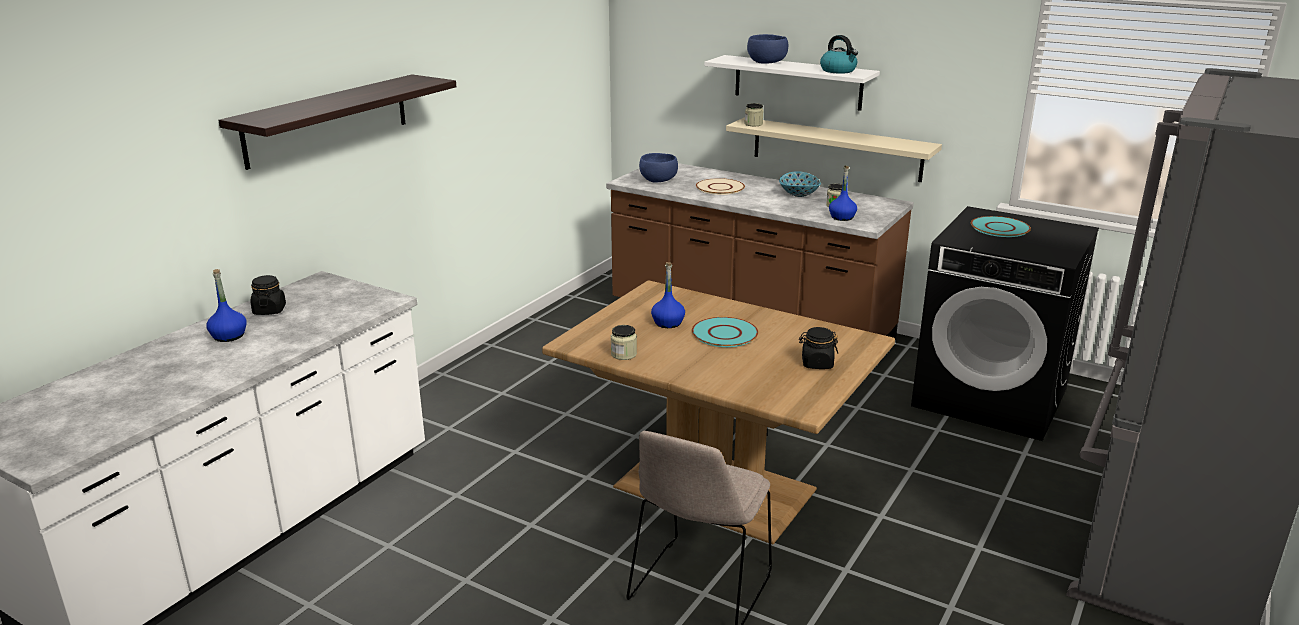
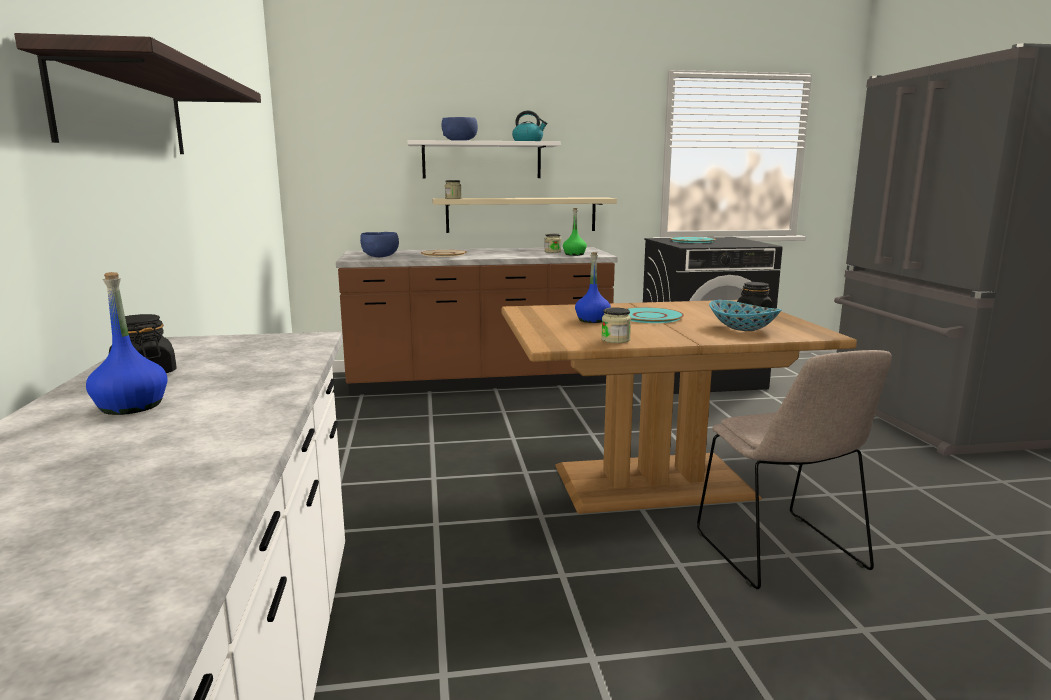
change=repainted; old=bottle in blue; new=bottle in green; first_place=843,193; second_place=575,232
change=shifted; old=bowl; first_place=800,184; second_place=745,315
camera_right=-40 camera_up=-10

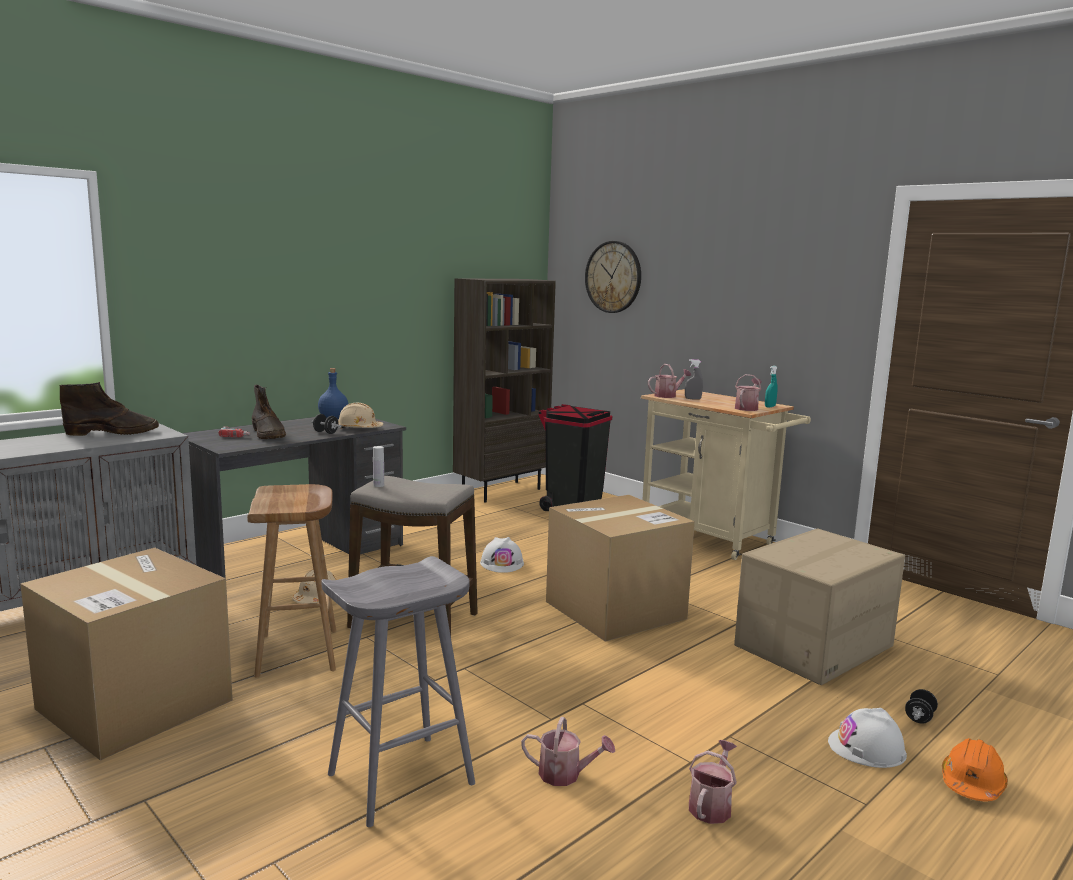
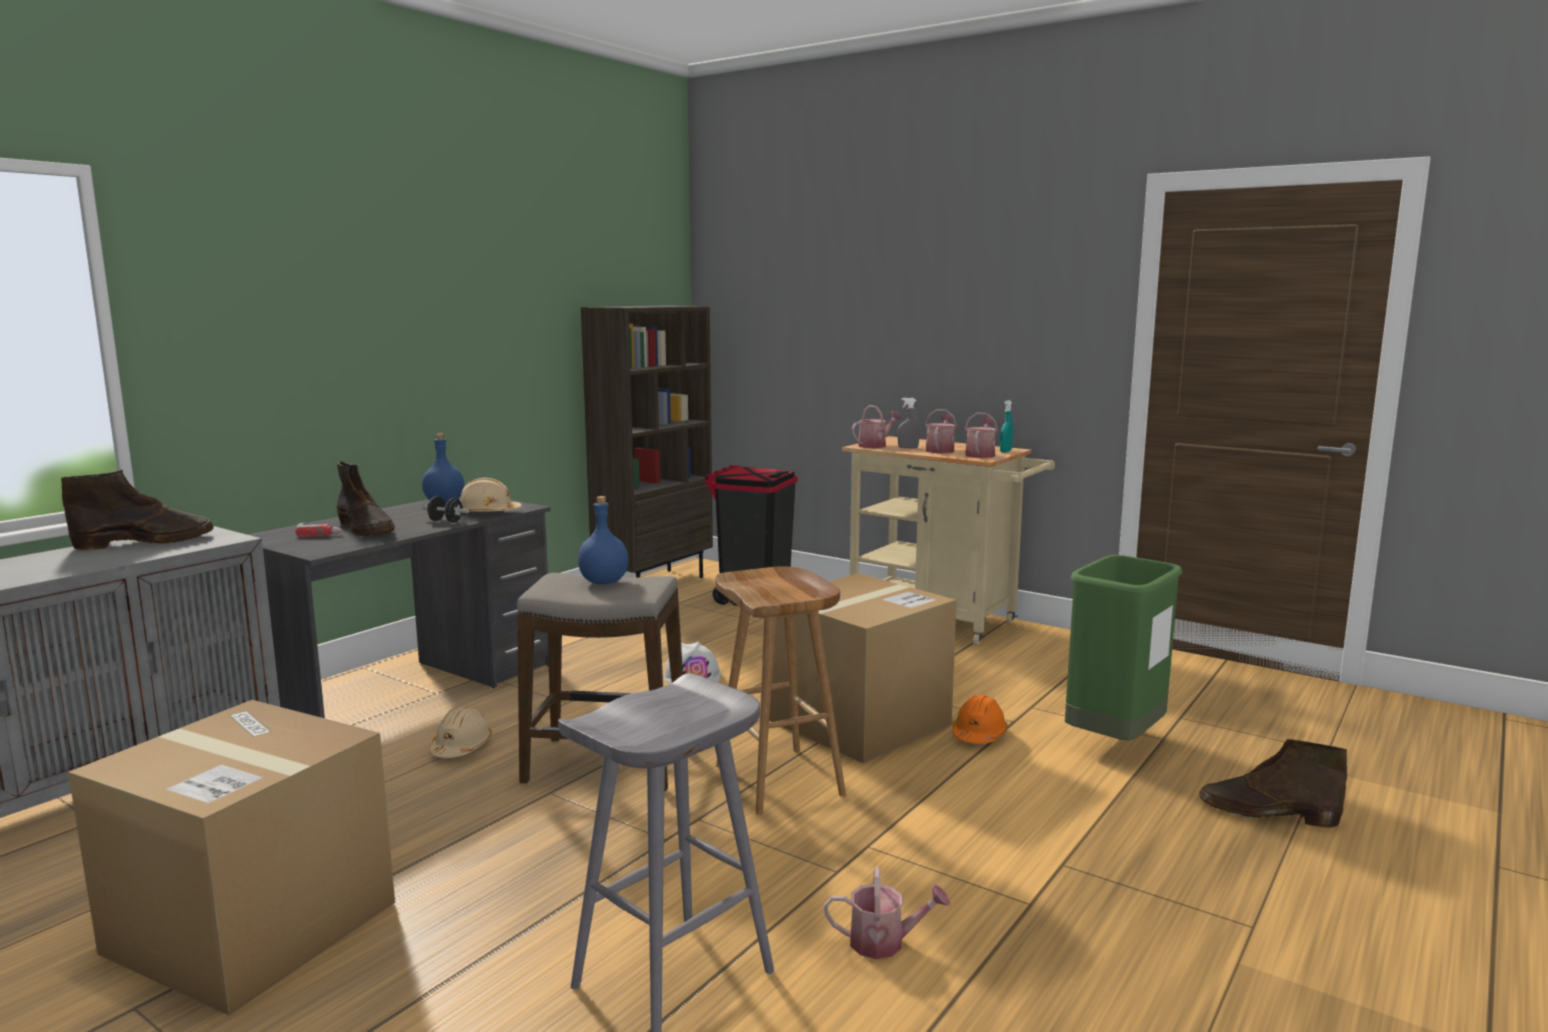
change=gone; old=wall clock; first_place=613,277
change=gone; old=bottle in white; first_place=378,466
change=shifted; old=stool in brown; first_place=291,580; second_place=780,690
change=swapped; old=cardboard box; new=trash can in green; first_place=819,606; second_place=1123,648
change=swapped; old=dumbbell in black; new=boot in brown; first_place=921,706; second_place=1273,783
change=gone; old=hard hat in white; first_place=867,738
change=shifted; old=hard hat in orange; first_place=975,769; second_place=980,719
change=shifted; old=watering can; first_place=713,782; second_place=941,431
change=new; new=bottle in blue; second_place=603,540
camera_right=-10 camera_up=0

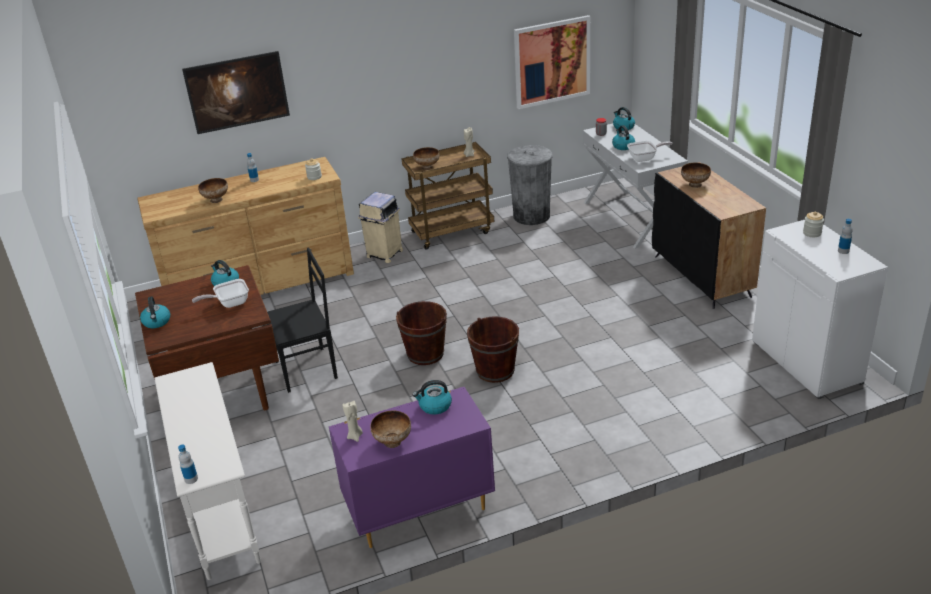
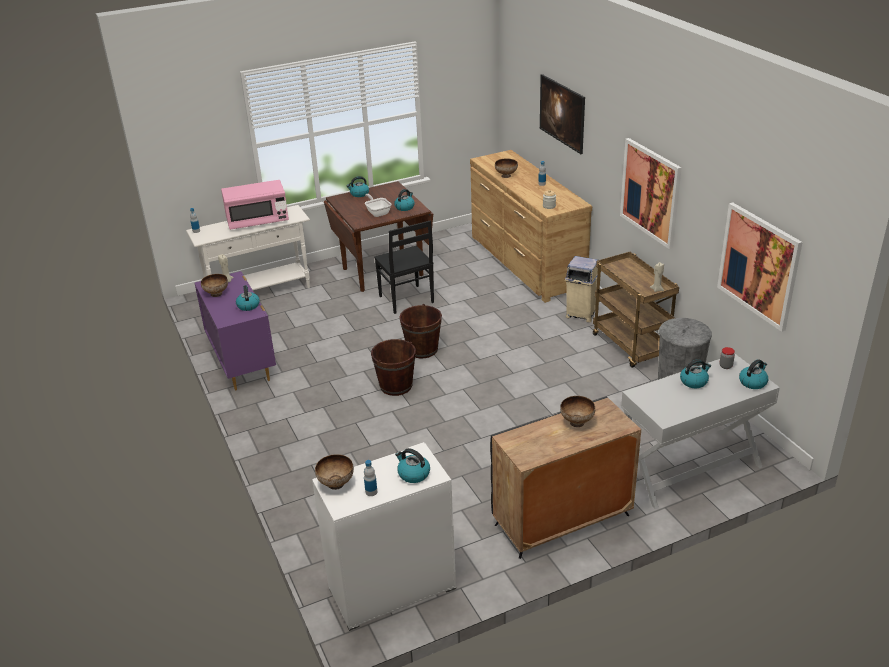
change=gone; old=frying pan; first_place=650,151
change=shifted; old=bowl; first_place=426,158; second_place=334,472
change=swapped; old=jar; new=kettle; first_place=813,224; second_place=412,465
change=new; new=picture; second_place=651,193
change=new; new=microwave in pink; second_place=255,205
camera_right=85 camera_up=0

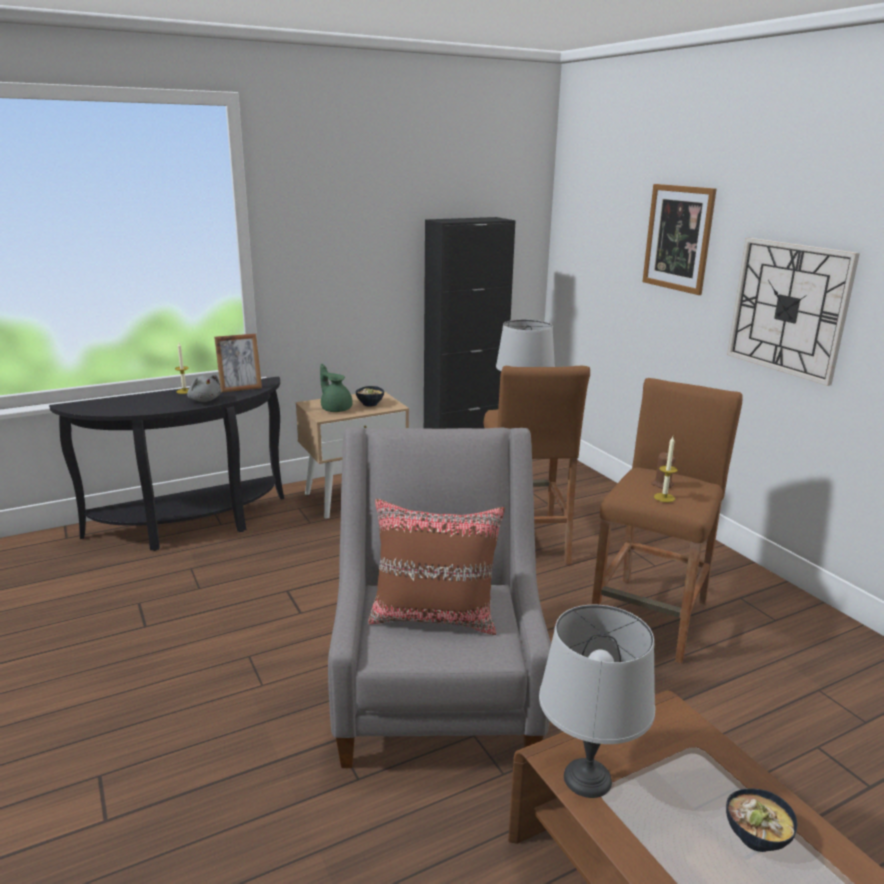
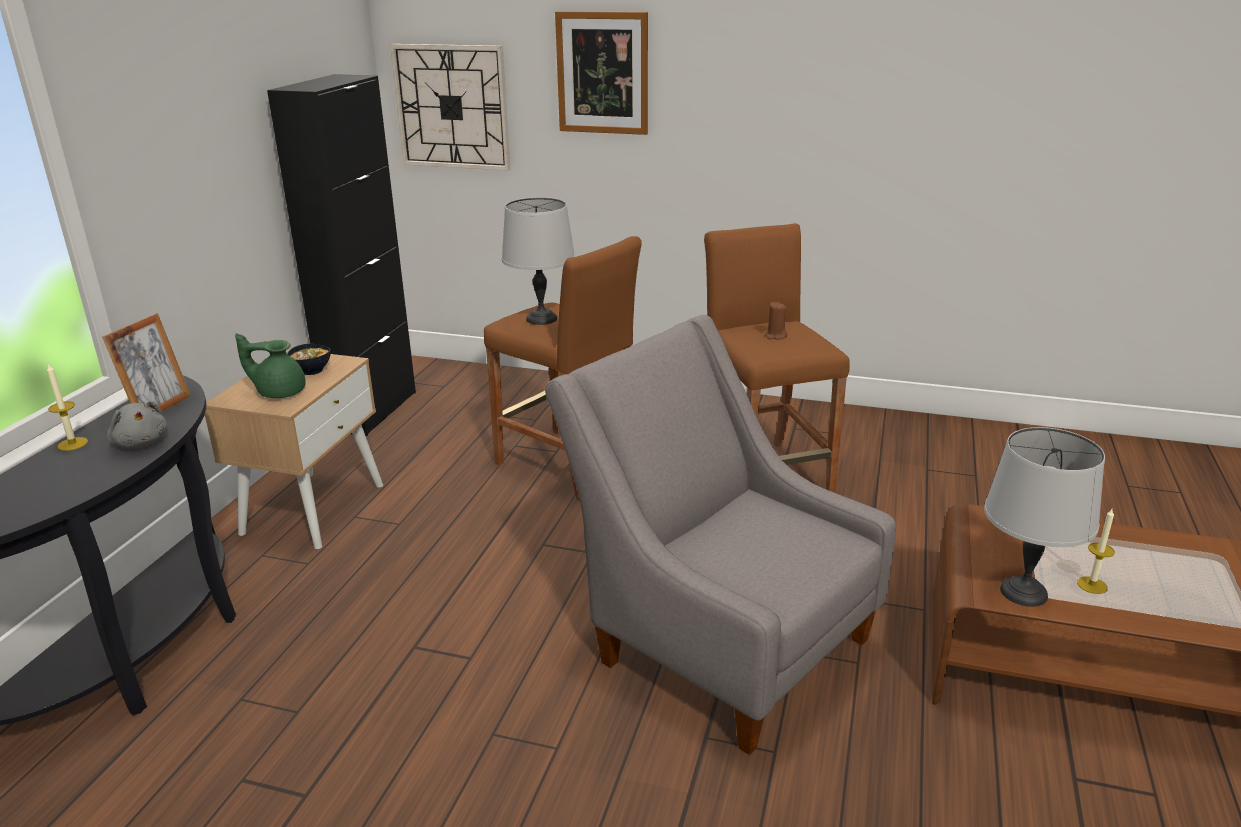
change=shifted; old=wall clock; first_place=793,312; second_place=450,107
change=rotated; old=plush toy in grey; first_place=204,388; second_place=137,424; degrees=45
change=shifted; old=candle; first_place=665,469; second_place=1096,551
change=gone; old=pillow in brown; first_place=436,567
change=gone; old=bowl; first_place=761,820
camera_right=-45 camera_up=5

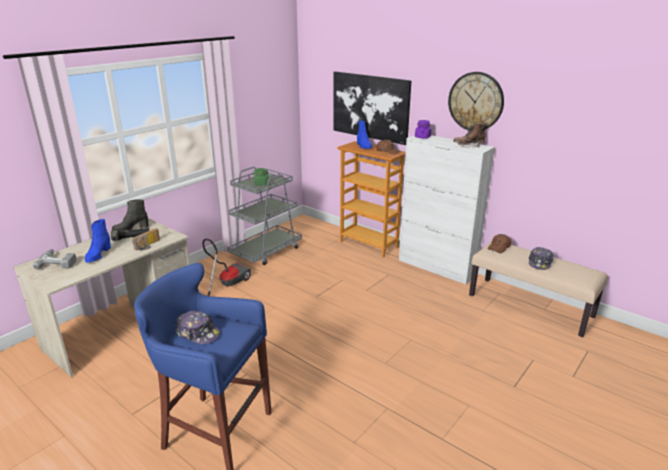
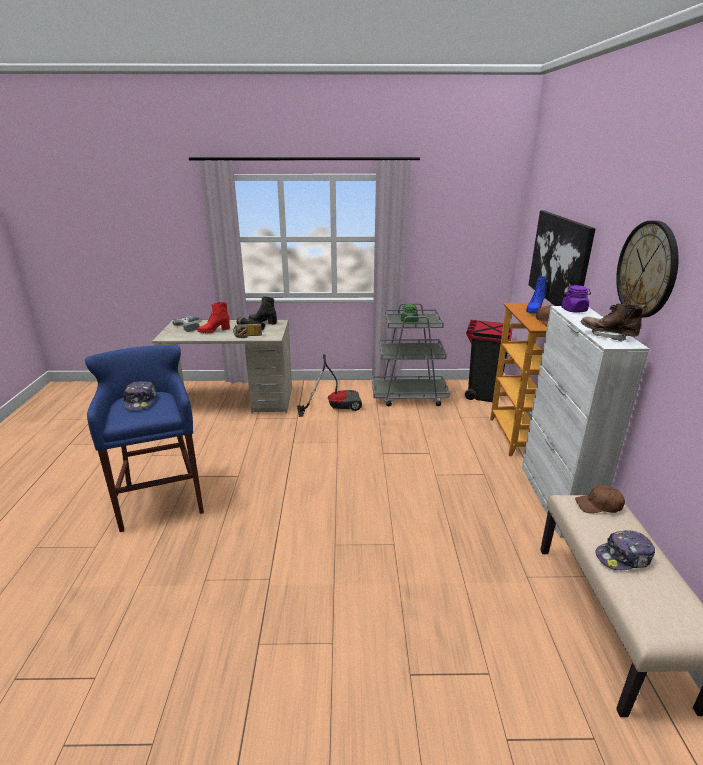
change=repainted; old=boot in blue; new=boot in red; first_place=98,240; second_place=214,317
change=new; new=trash can in black; second_place=488,361
camera_right=50 camera_up=0

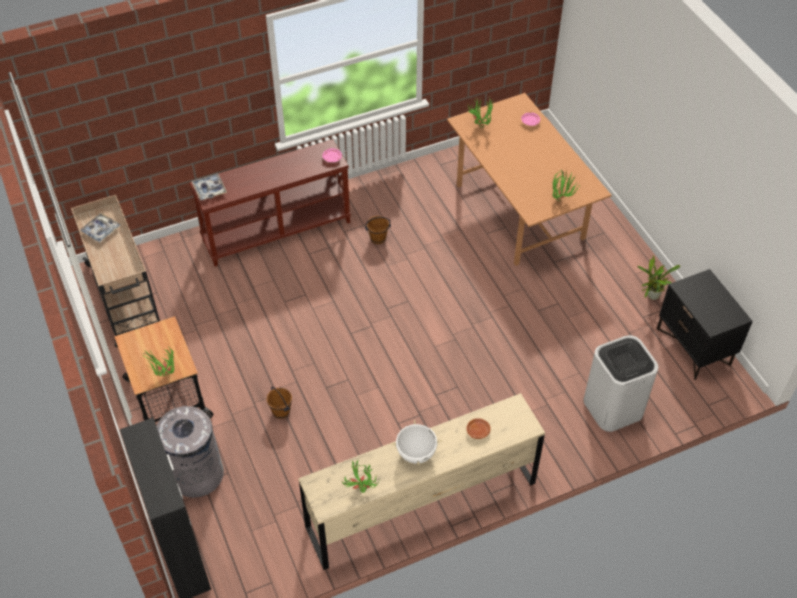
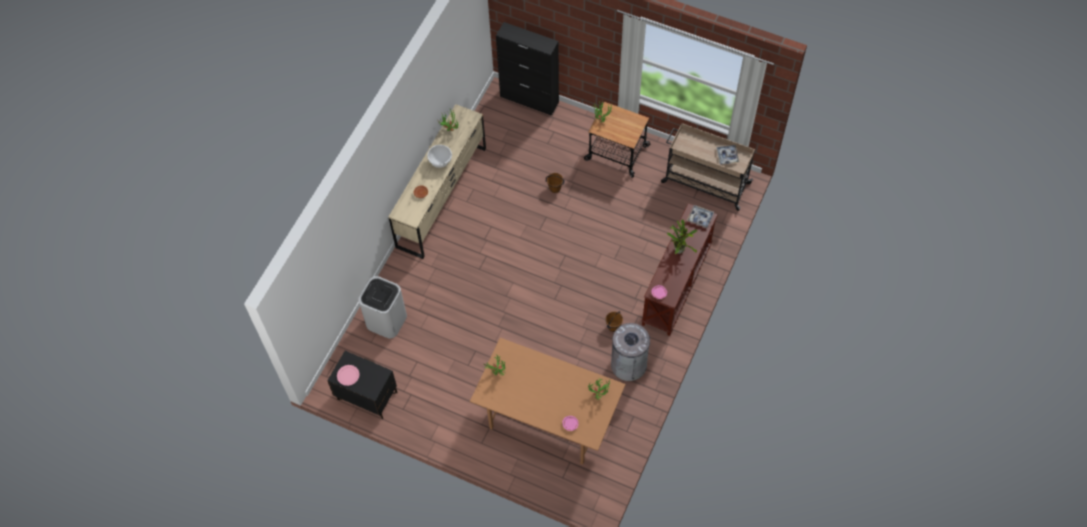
change=shifted; old=potted plant; first_place=658,278; second_place=682,236
change=shifted; old=trash can in grey; first_place=190,452; second_place=630,352
change=new; new=plate in pink; second_place=348,375
camera_right=140 camera_up=10

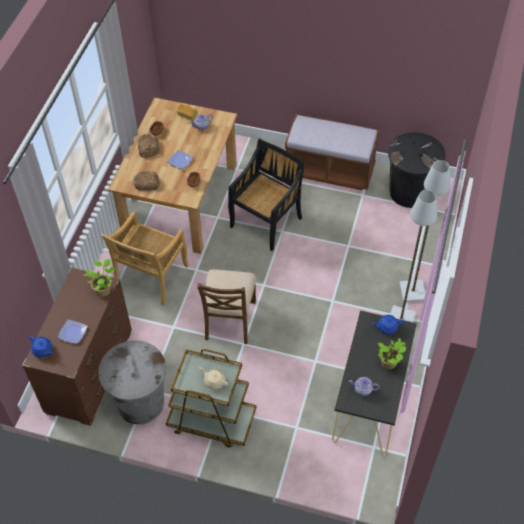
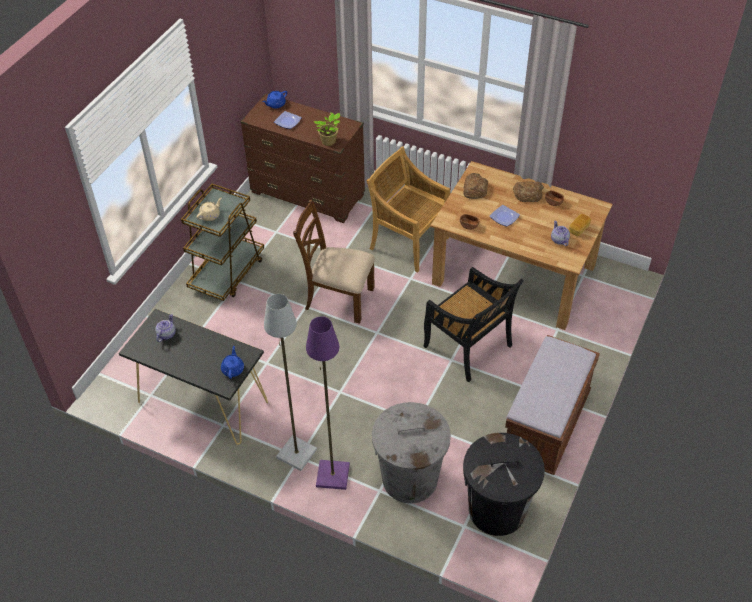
change=repainted; old=floor lamp in grey; new=floor lamp in purple; first_place=425,231; second_place=328,403
change=gone; old=potted plant; first_place=392,353
change=shifted; old=trash can in grey; first_place=132,382; second_place=411,452
camera_right=100 camera_up=-5

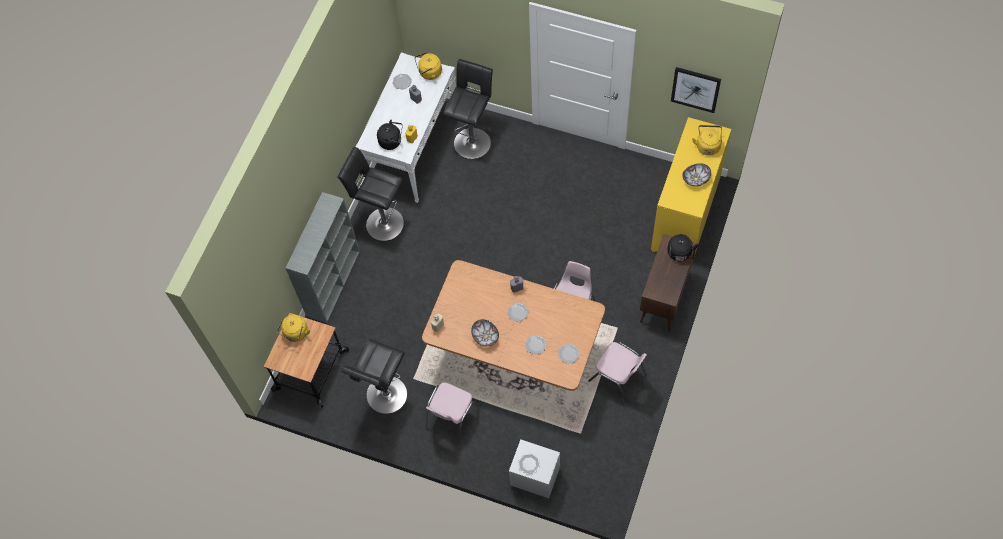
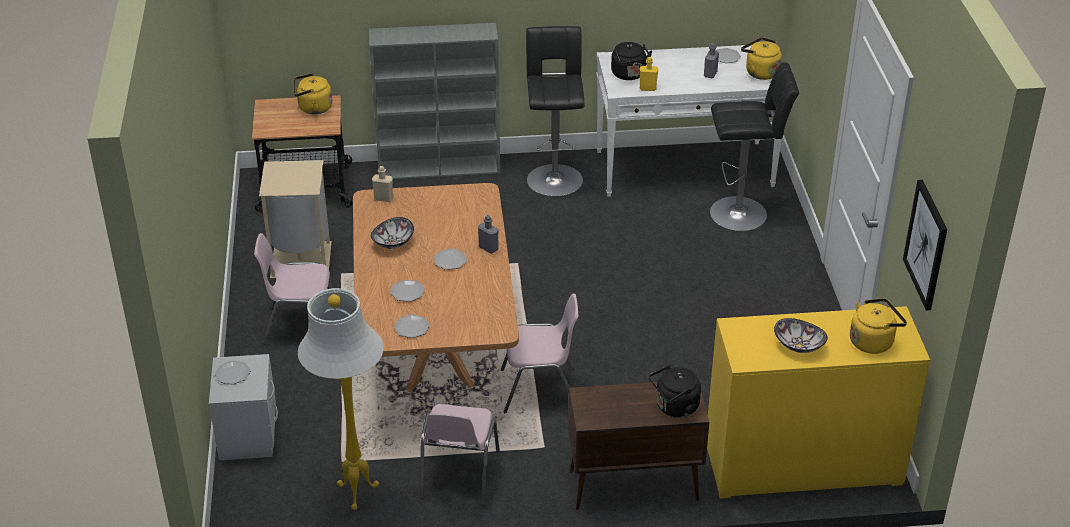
change=swapped; old=stool in black; new=trash can in beige; first_place=374,376; second_place=295,219
change=new; new=floor lamp in white; second_place=341,399
camera_right=60 camera_up=-25

